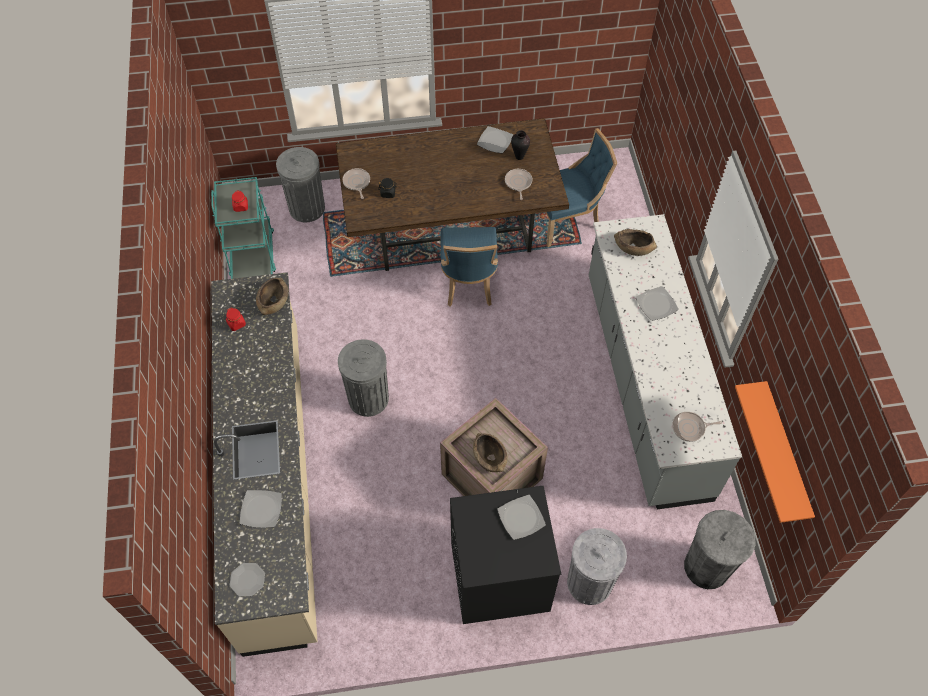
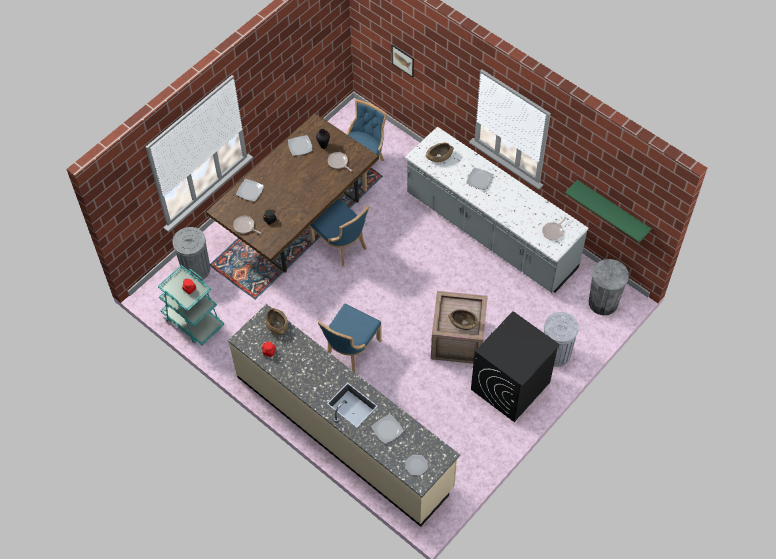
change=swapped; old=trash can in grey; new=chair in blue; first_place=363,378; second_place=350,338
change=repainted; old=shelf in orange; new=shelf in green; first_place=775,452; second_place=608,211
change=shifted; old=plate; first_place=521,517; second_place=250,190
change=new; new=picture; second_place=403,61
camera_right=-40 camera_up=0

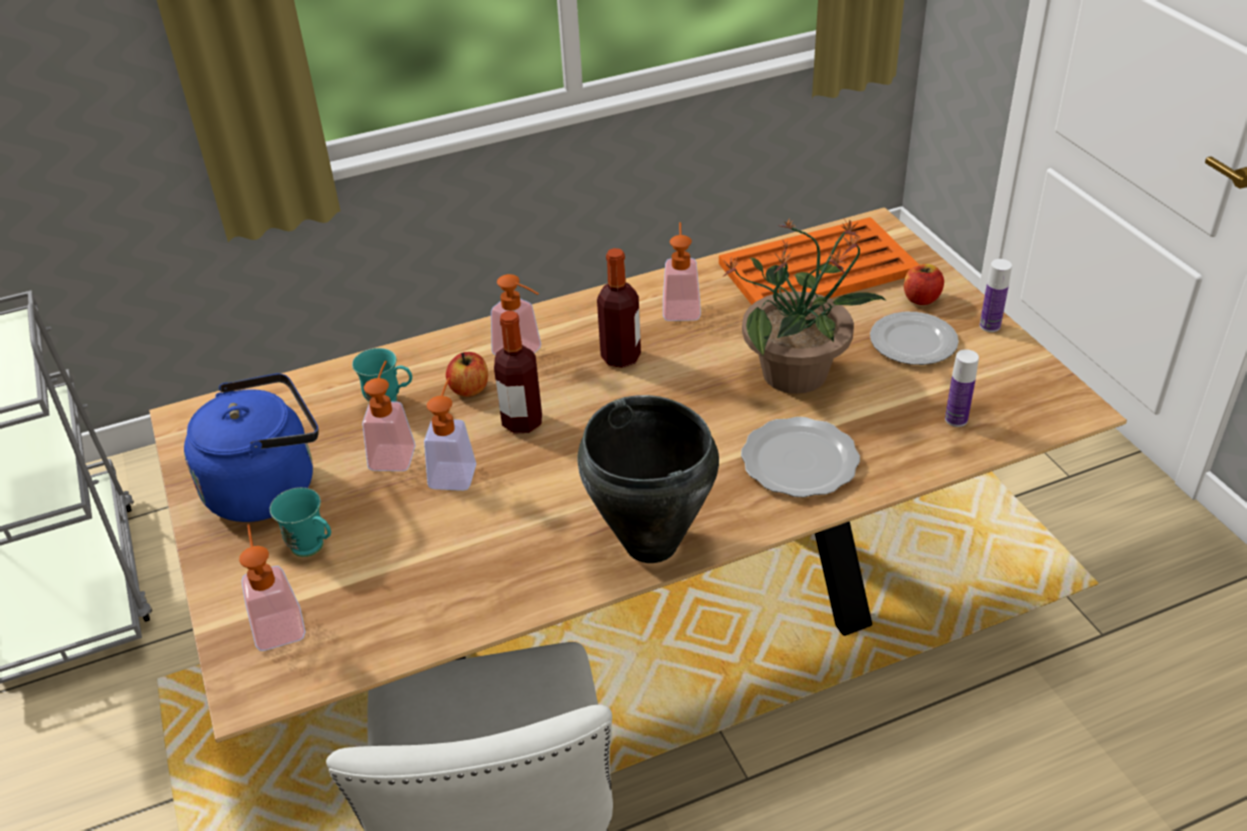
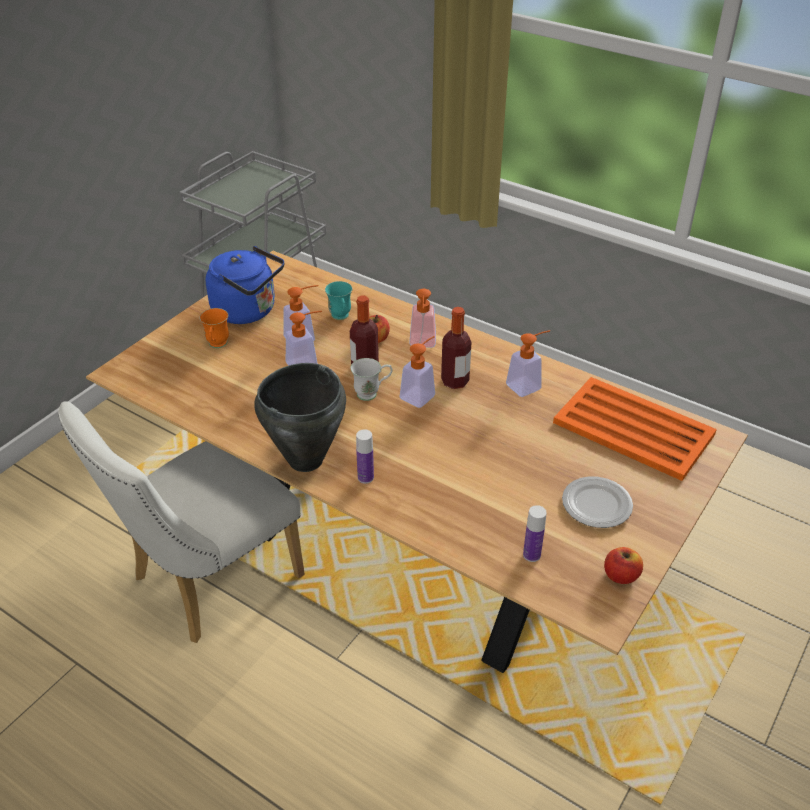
change=gone; old=potted plant; first_place=804,306
change=shifted; old=bottle; first_place=996,295; second_place=365,456
change=shifted; old=apple; first_place=924,284; second_place=623,565
change=gone; old=plate; first_place=800,457
change=repainted; old=mug in turquoise; new=mug in orange; first_place=300,522; second_place=214,328
change=shifted; old=soap dispenser; first_place=272,587; second_place=417,372
change=new; new=mug in white; second_place=371,379
camera_right=55 camera_up=0

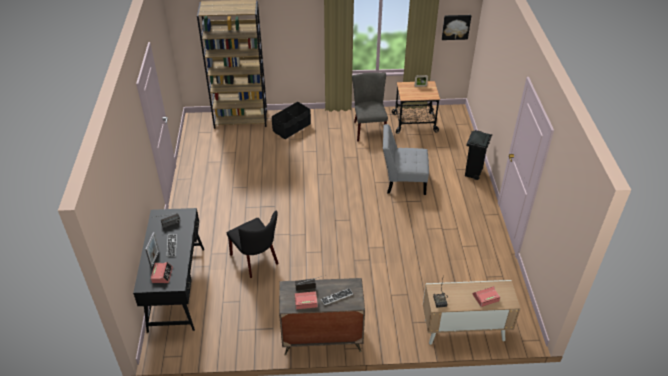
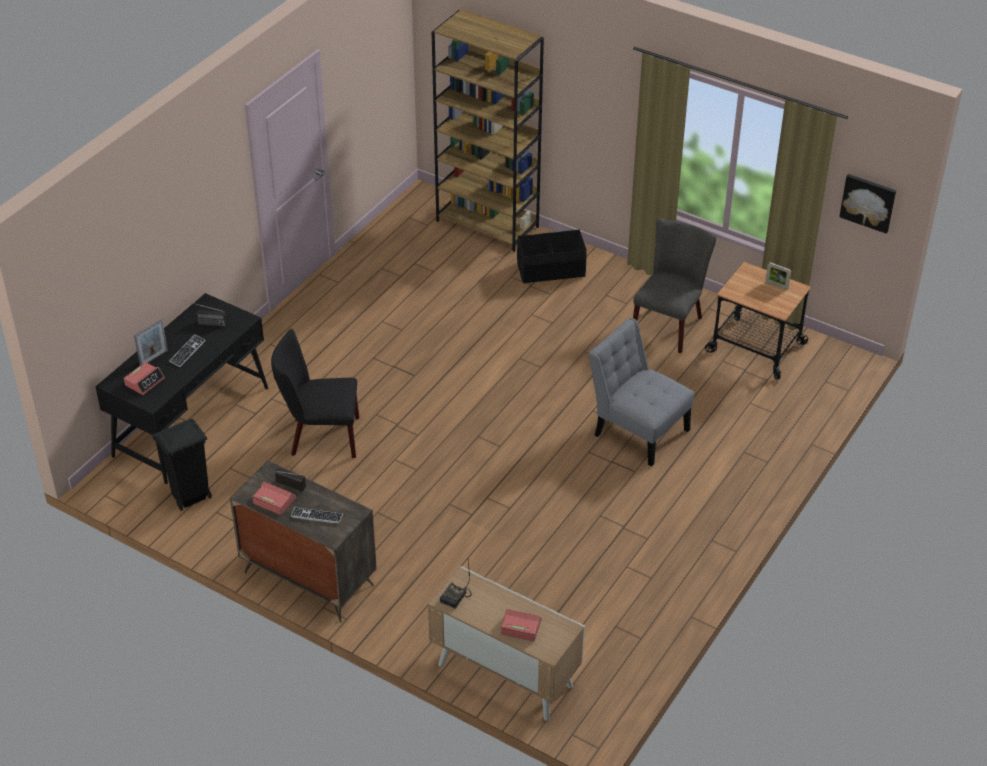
change=shifted; old=trash can in black; first_place=478,155; second_place=182,464
change=rotated; old=chair in black; first_place=253,244; second_place=315,393; degrees=90
camera_right=35 camera_up=0

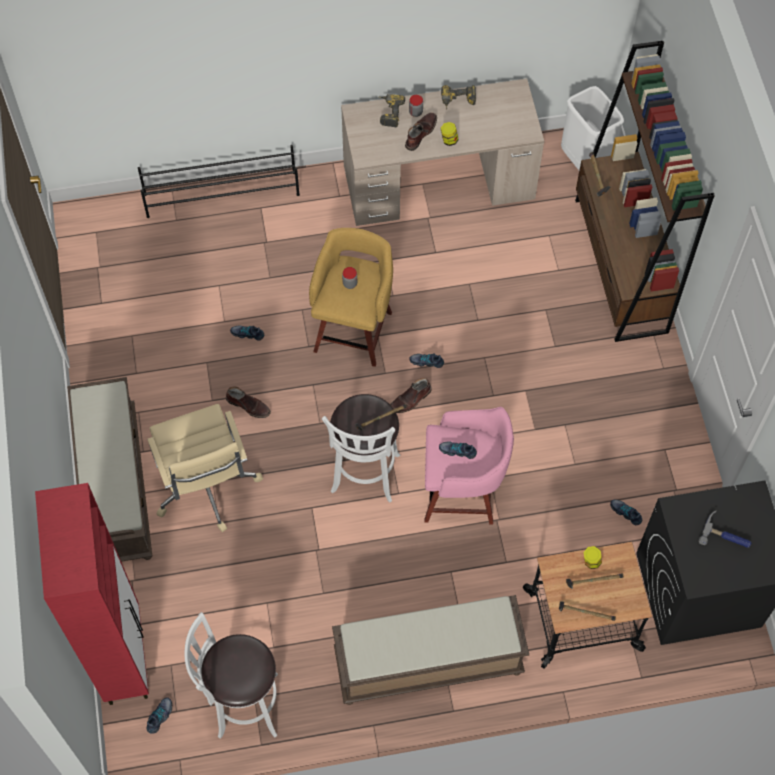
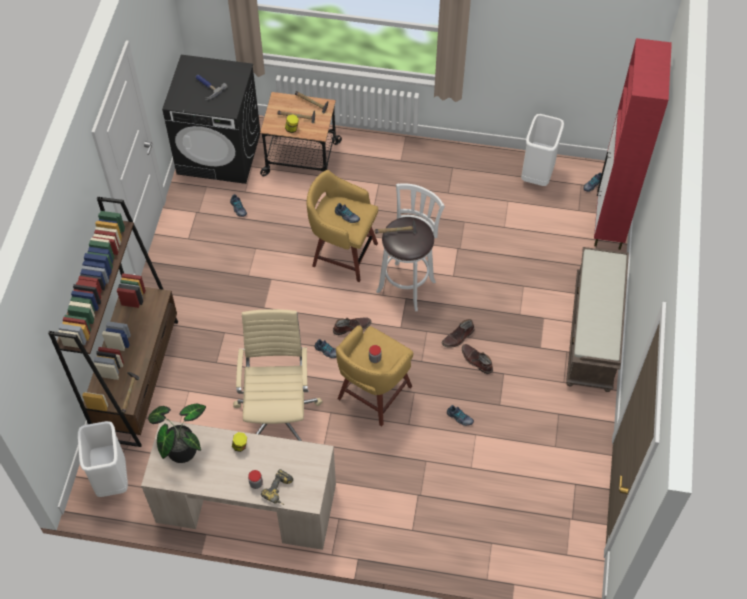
change=gone; old=power drill; first_place=458,97
change=shifted; old=boot in brown; first_place=421,131; second_place=458,333
change=gone; old=shoe rack in black; first_place=219,181
change=shifted; old=office chair in beige; first_place=205,468; second_place=278,375
change=repainted; old=stool in pink; new=stool in yellow; first_place=469,466; second_place=342,226
change=gone; old=bench in brown; first_place=430,650
change=swapped; old=stool in white; new=trash can in white; first_place=231,675; second_place=542,150
change=new; new=potted plant; second_place=177,433
camera_right=-160 camera_up=-5

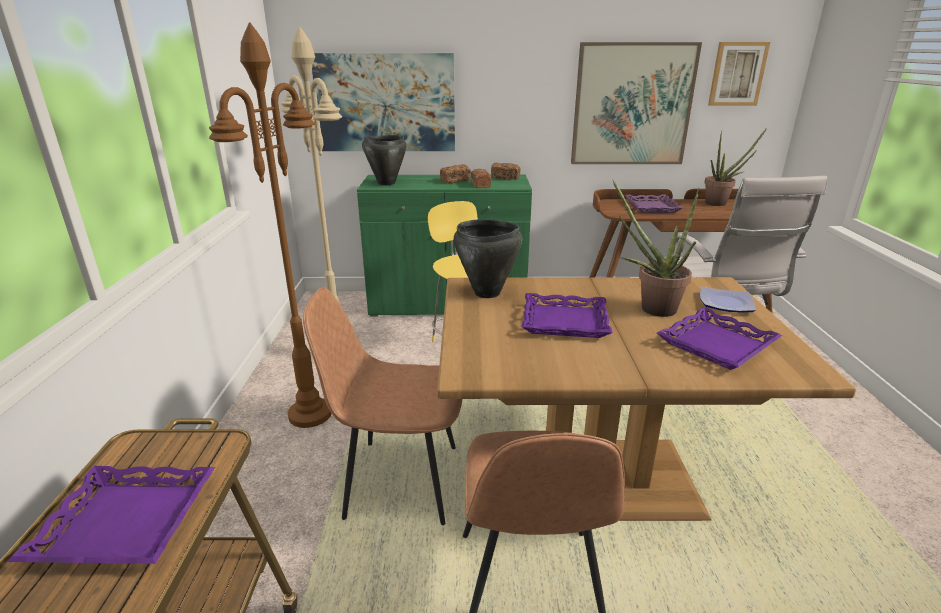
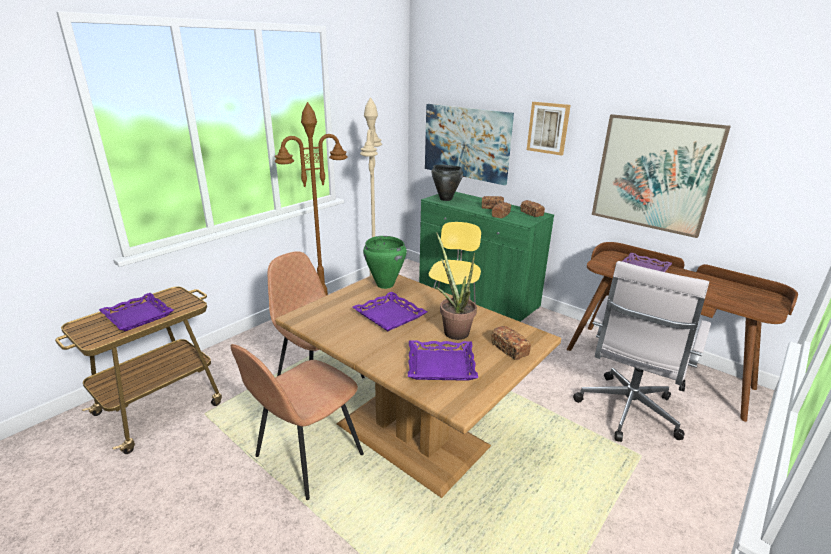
change=shifted; old=picture; first_place=739,74; second_place=549,129
change=gone; old=potted plant; first_place=735,167
change=repainted; old=cooking pot in black; new=cooking pot in green; first_place=488,258; second_place=385,262
change=swapped; old=plate; new=bread; first_place=728,299; second_place=511,343
camera_right=40 camera_up=0

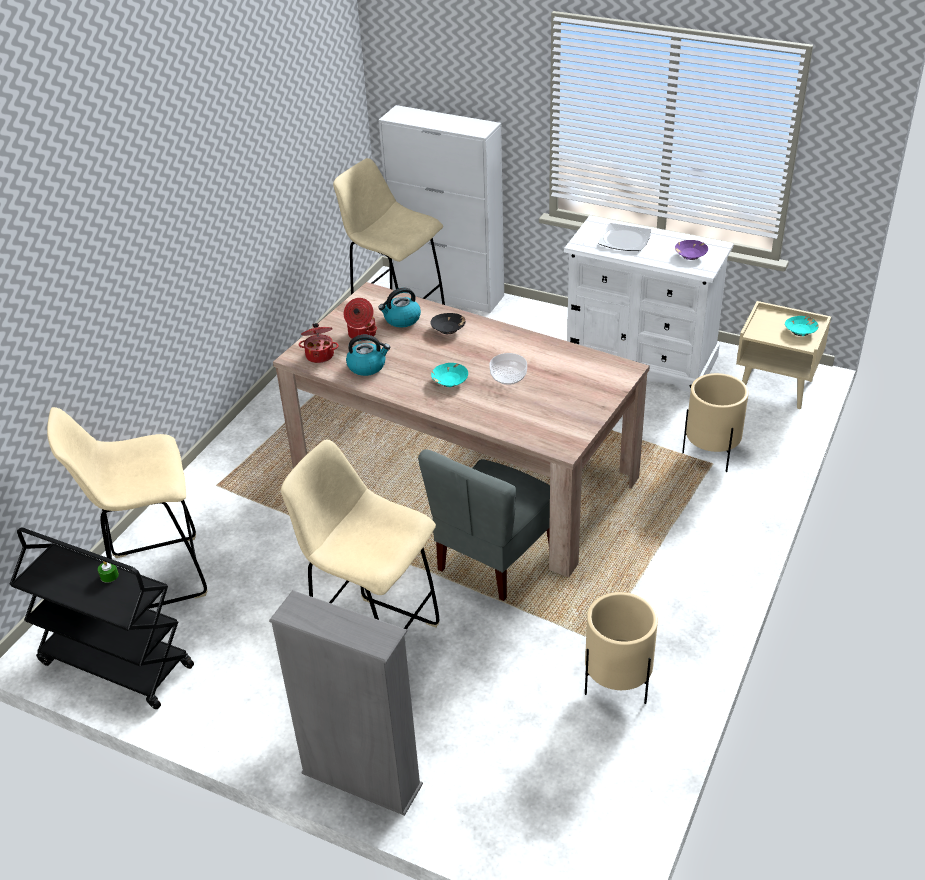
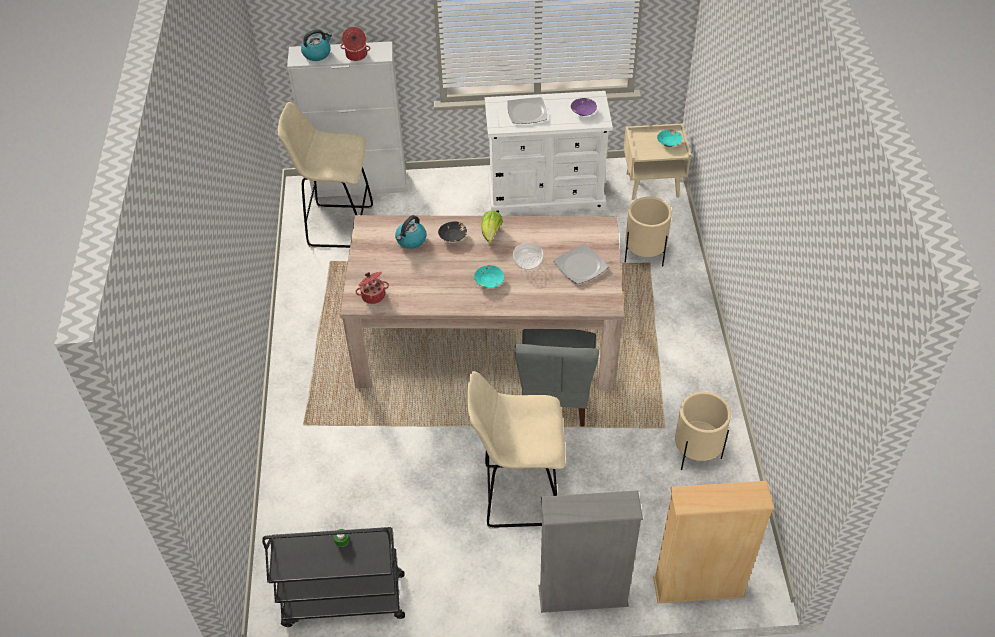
change=shifted; old=cooking pot; first_place=360,319; second_place=355,44
change=shifted; old=kettle; first_place=368,355; second_place=316,45
change=gone; old=stool in beige; first_place=127,508
change=new; new=lettuce; second_place=492,226
change=new; new=plate; second_place=581,264
change=new; new=bookcase in beige; second_place=713,542
camera_right=-30 camera_up=10

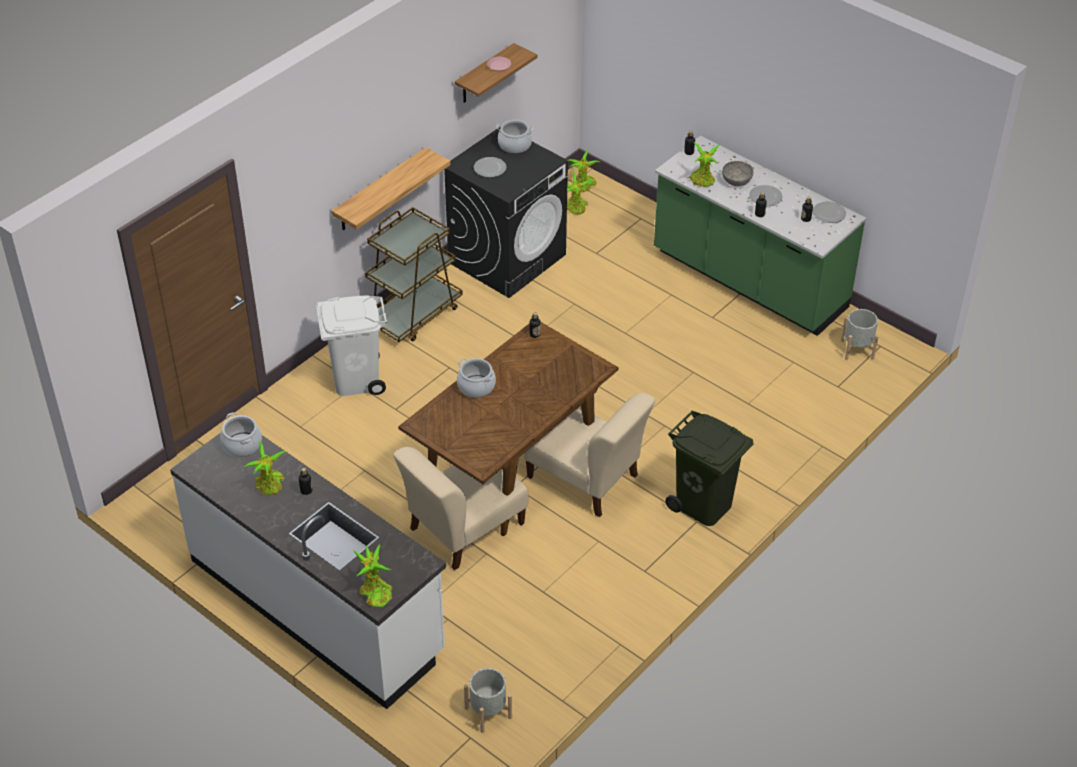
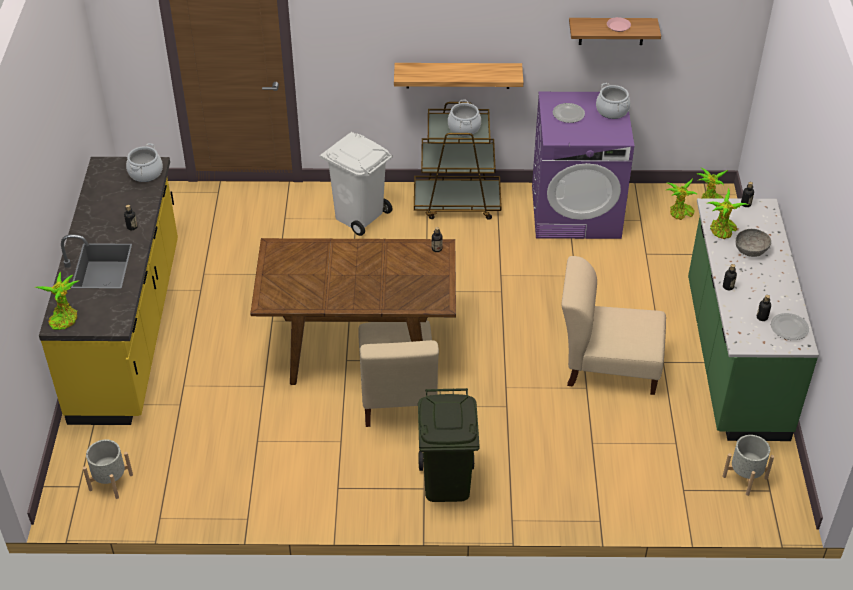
change=repainted; old=washing machine in black; new=washing machine in purple; first_place=506,212; second_place=583,165
change=gone; old=plate; first_place=766,195
change=shifted; old=cooking pot; first_place=476,378; second_place=464,118
change=repainted; old=counter in white; new=counter in yellow; first_place=308,571; second_place=108,291
change=gone; old=potted plant; first_place=266,468
change=shifted; old=chair in beige; first_place=460,508; second_place=613,325
camera_right=50 camera_up=0

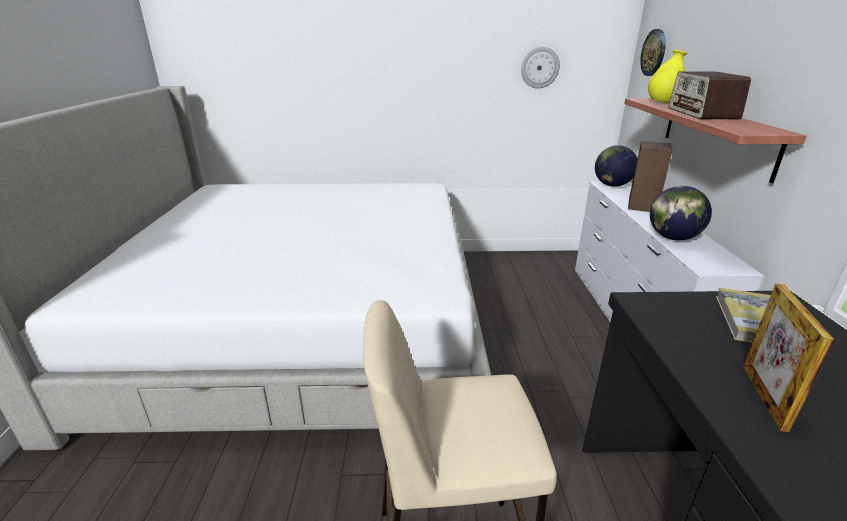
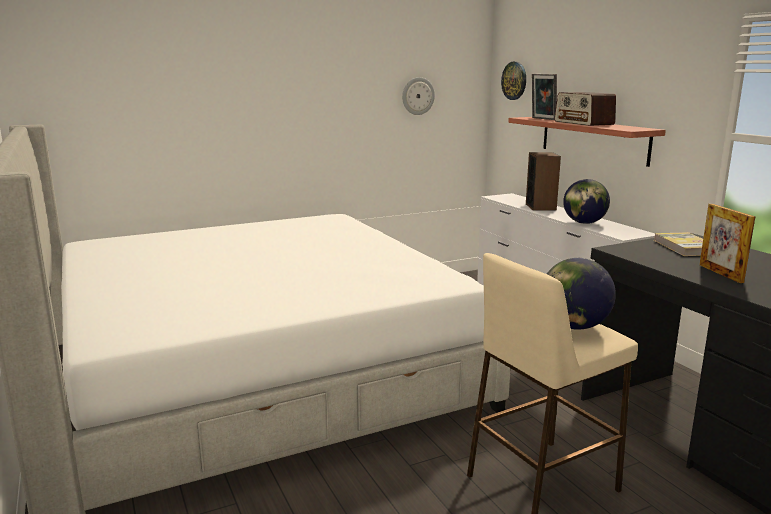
change=swapped; old=vase in yellow; new=picture frame; first_place=667,76; second_place=544,97
change=shifted; old=globe; first_place=616,166; second_place=581,294
camera_right=-25 camera_up=-10

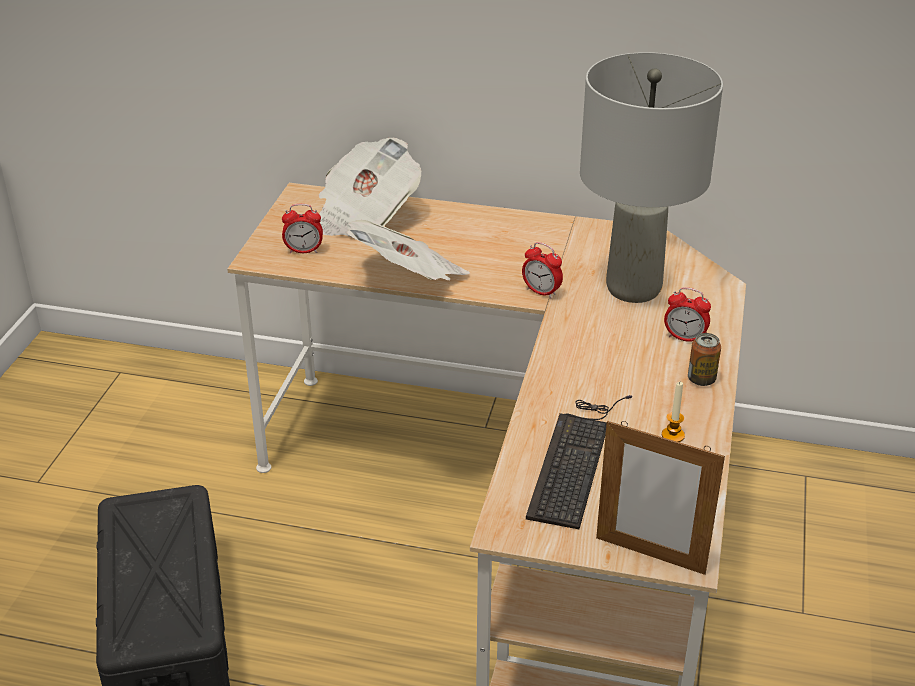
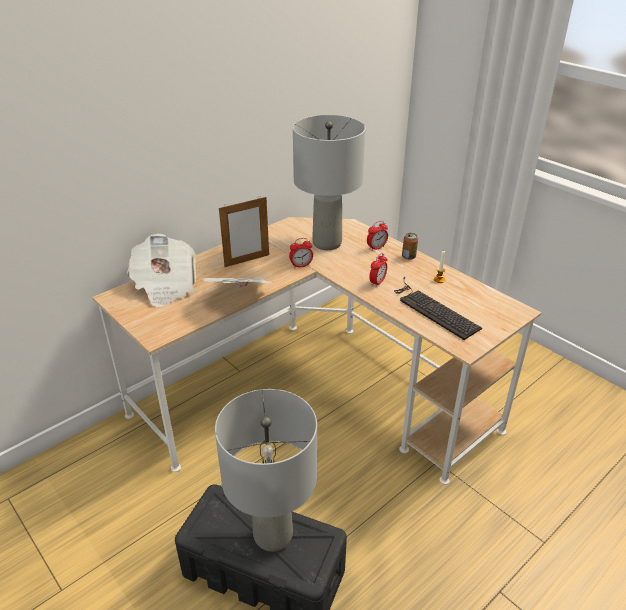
change=shifted; old=alarm clock; first_place=302,228; second_place=378,270
change=shifted; old=picture frame; first_place=660,498; second_place=244,231
change=new; new=table lamp in grey; second_place=266,470
camera_right=-55 camera_up=0

